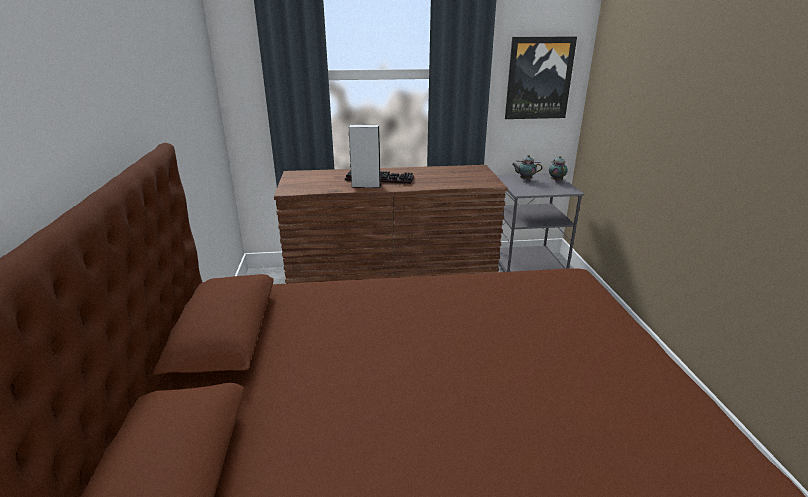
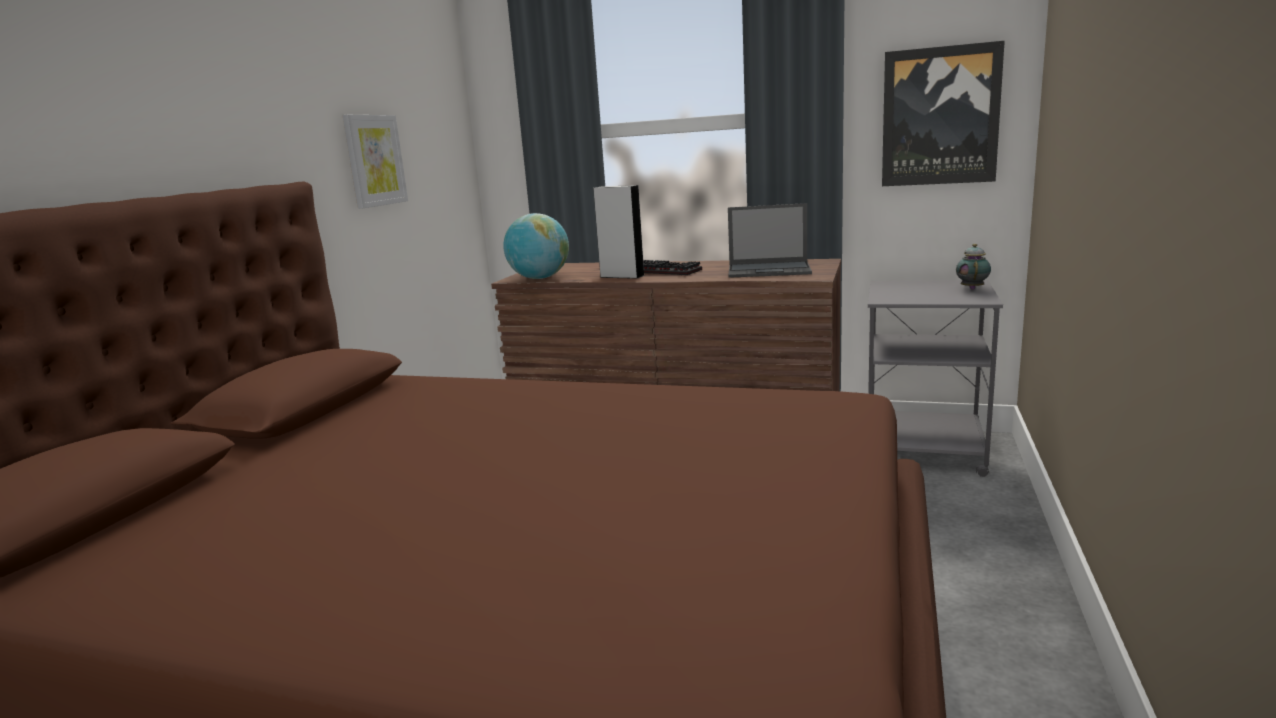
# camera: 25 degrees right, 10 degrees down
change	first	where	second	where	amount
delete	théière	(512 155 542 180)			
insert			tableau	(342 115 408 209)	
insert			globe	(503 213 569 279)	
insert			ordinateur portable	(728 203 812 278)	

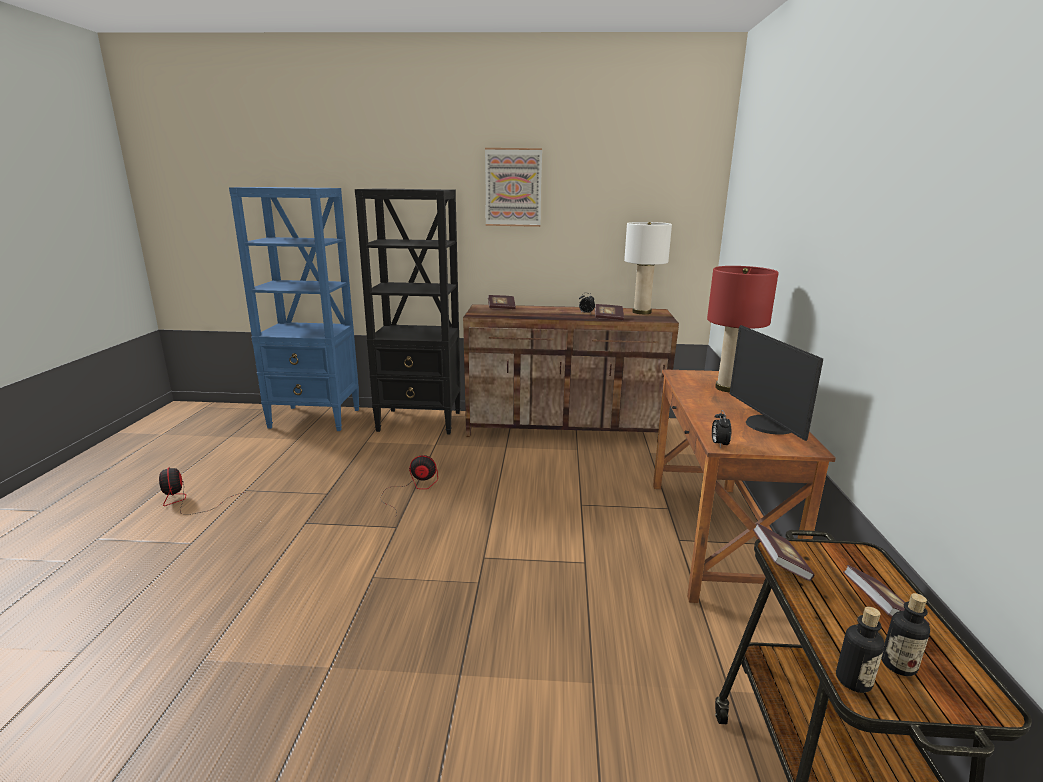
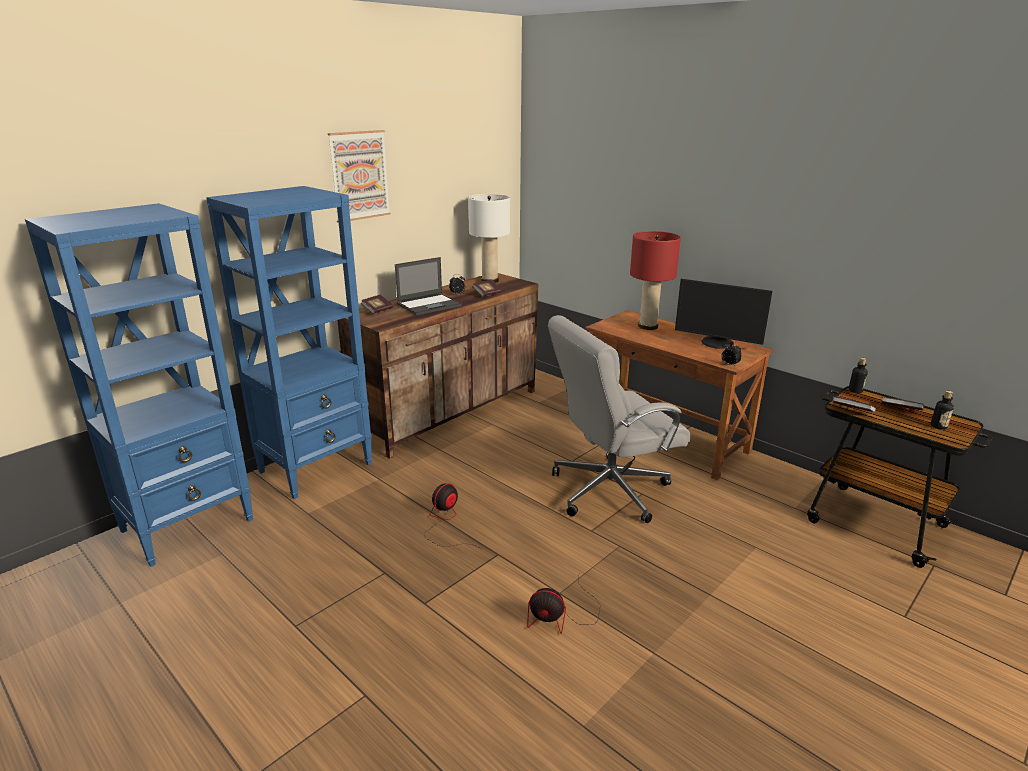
# camera: 50 degrees left, 5 degrees up
change	first	where	second	where	amount
insert			ordinateur portable	(395 257 462 315)	
insert			chaise de bureau [gris]	(548 315 691 523)	
move	ventilateur	(159 467 247 515)		(527 576 600 634)	
move	bouteille	(836 606 885 693)		(848 358 868 393)	
recolor	bibliothèque [noir]	(355 188 461 434)	bibliothèque [bleu]	(206 186 372 499)	

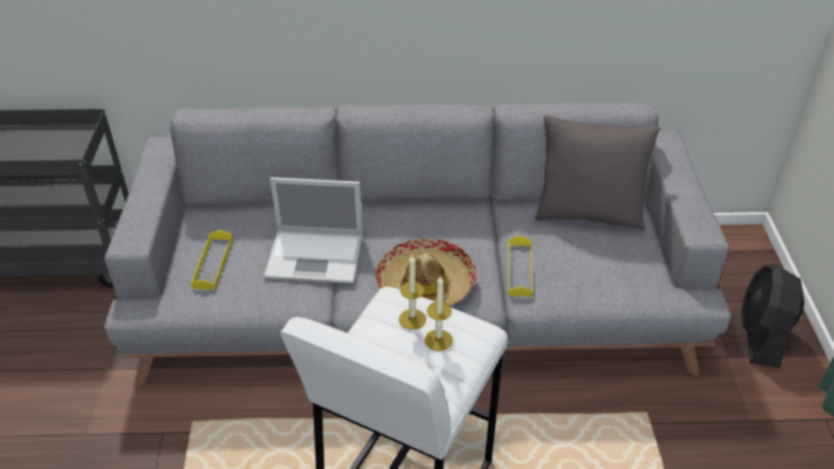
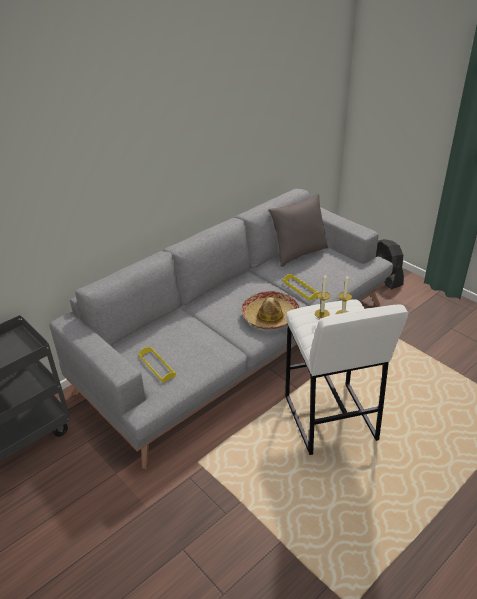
# camera: 40 degrees left, 5 degrees down
change	first	where	second	where	amount
delete	ordinateur portable	(264 177 363 284)			

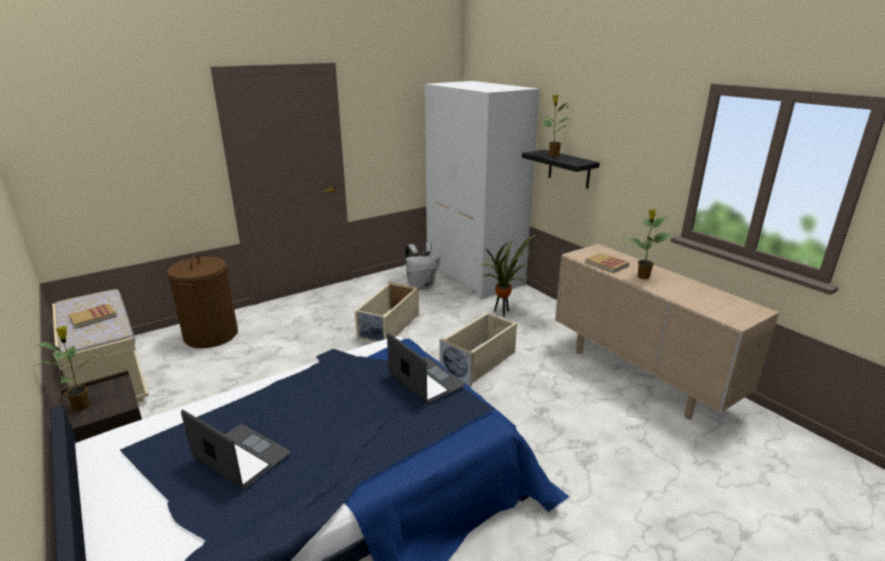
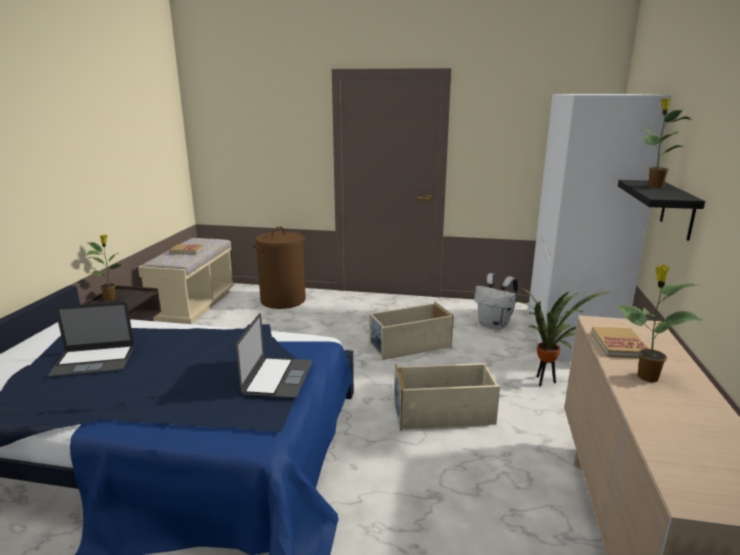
# camera: 45 degrees right, 5 degrees down
change	first	where	second	where	amount
rotate	ordinateur portable	(181 409 290 488)		(48 302 134 377)	90 degrees clockwise

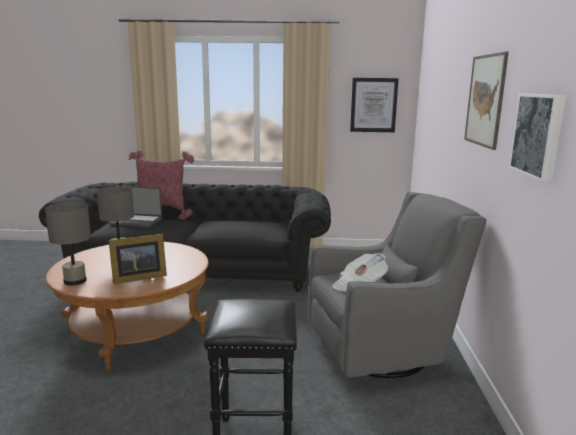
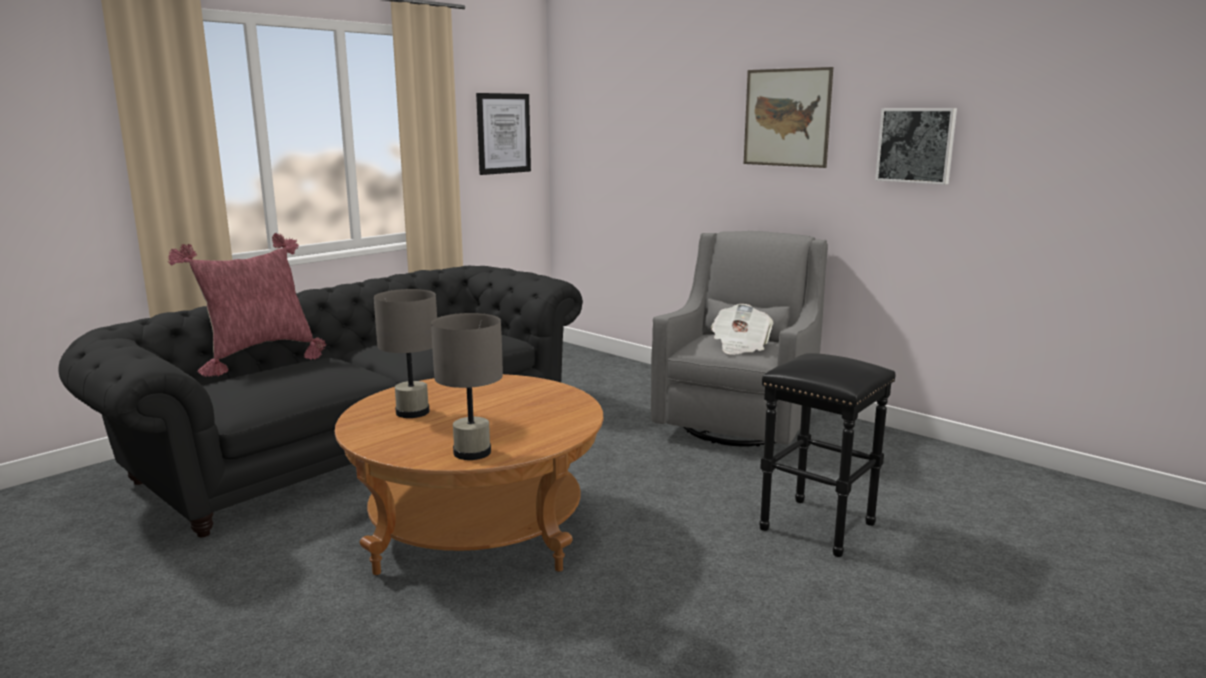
# camera: 50 degrees left, 0 degrees up
change	first	where	second	where	amount
delete	cadre photo	(109 234 167 284)			
delete	ordinateur portable	(110 186 162 227)			

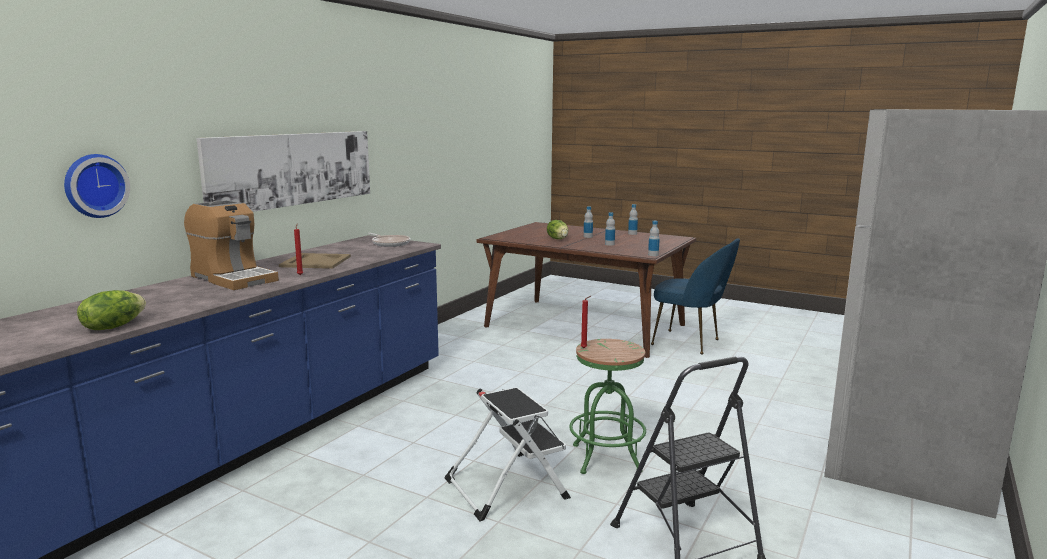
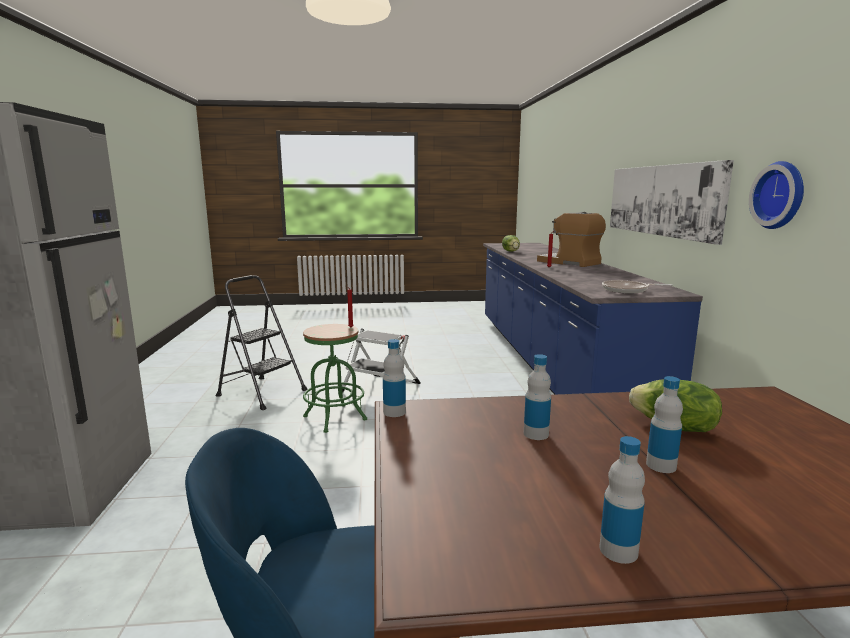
# camera: 145 degrees right, 0 degrees up
change	first	where	second	where	amount
delete	plateau [beige]	(279 253 351 269)			
move	horloge murale	(64 154 130 218)		(749 161 804 229)	
rotate	machine à café	(184 200 279 290)		(537 212 606 267)	45 degrees clockwise

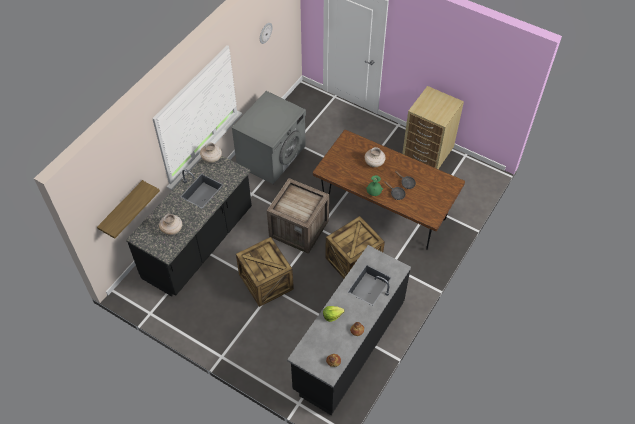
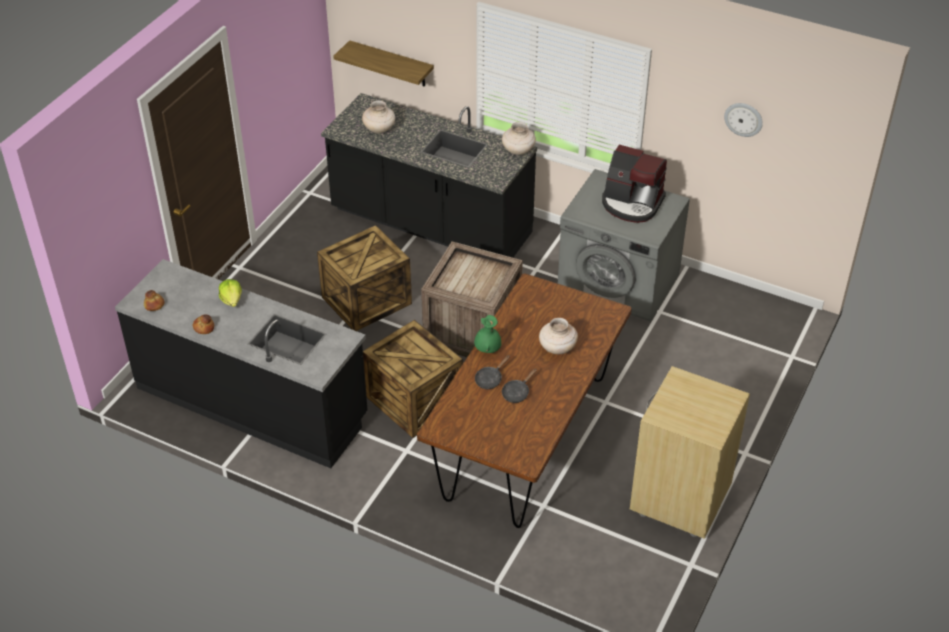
# camera: 85 degrees right, 10 degrees down
change	first	where	second	where	amount
insert			machine à café	(602 145 667 223)	

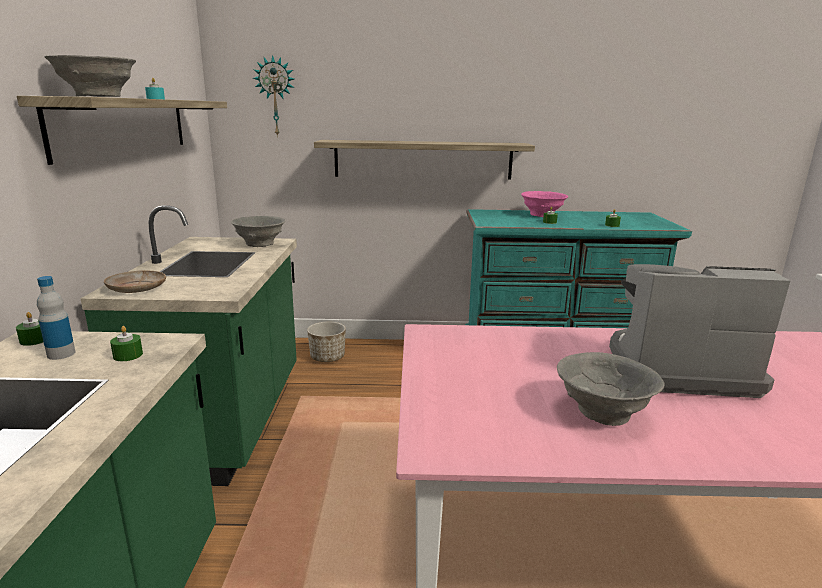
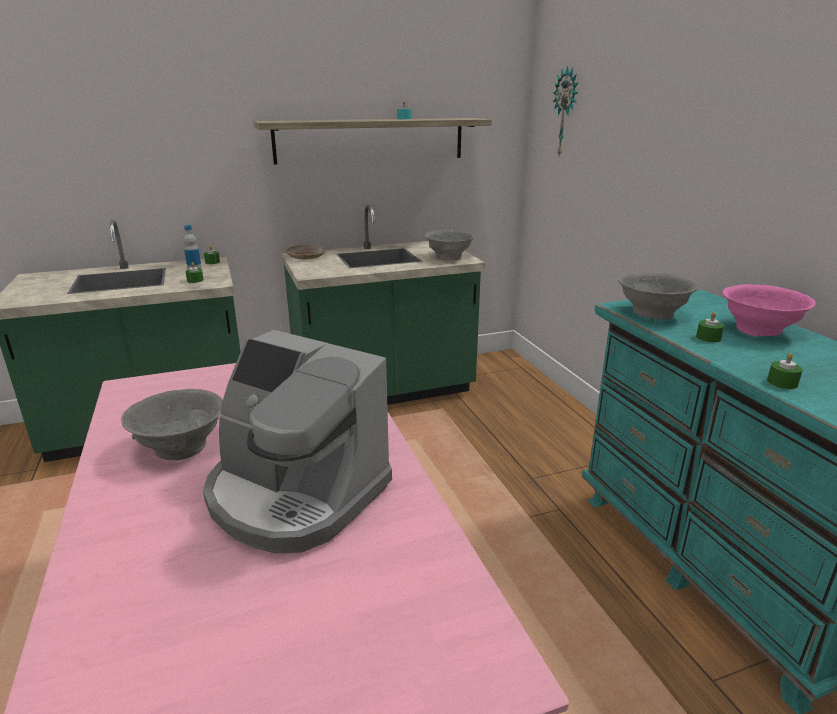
# camera: 70 degrees right, 5 degrees up
change	first	where	second	where	amount
delete	cache-pot	(307 322 346 362)			
delete	étagère	(314 140 535 180)			
move	bol [gris]	(45 55 136 97)		(618 272 700 320)	
rotate	machine à café	(609 264 790 398)		(203 330 392 554)	135 degrees clockwise

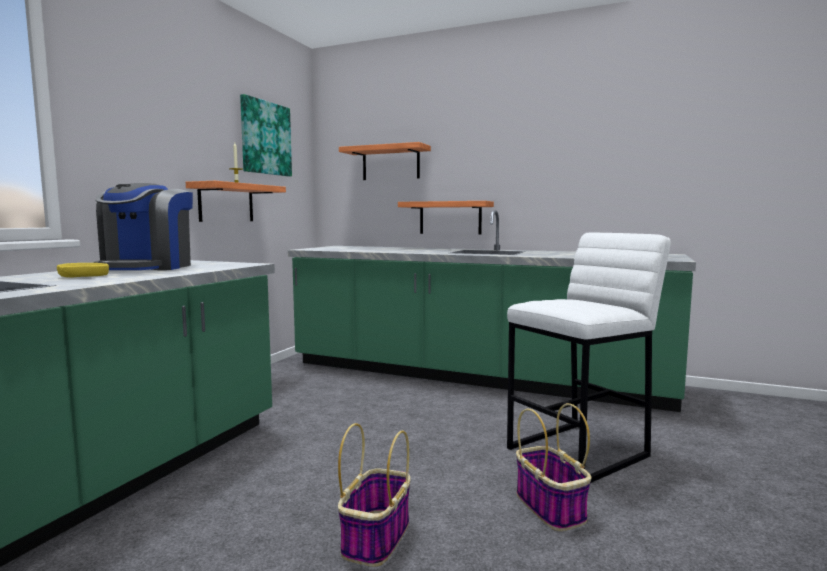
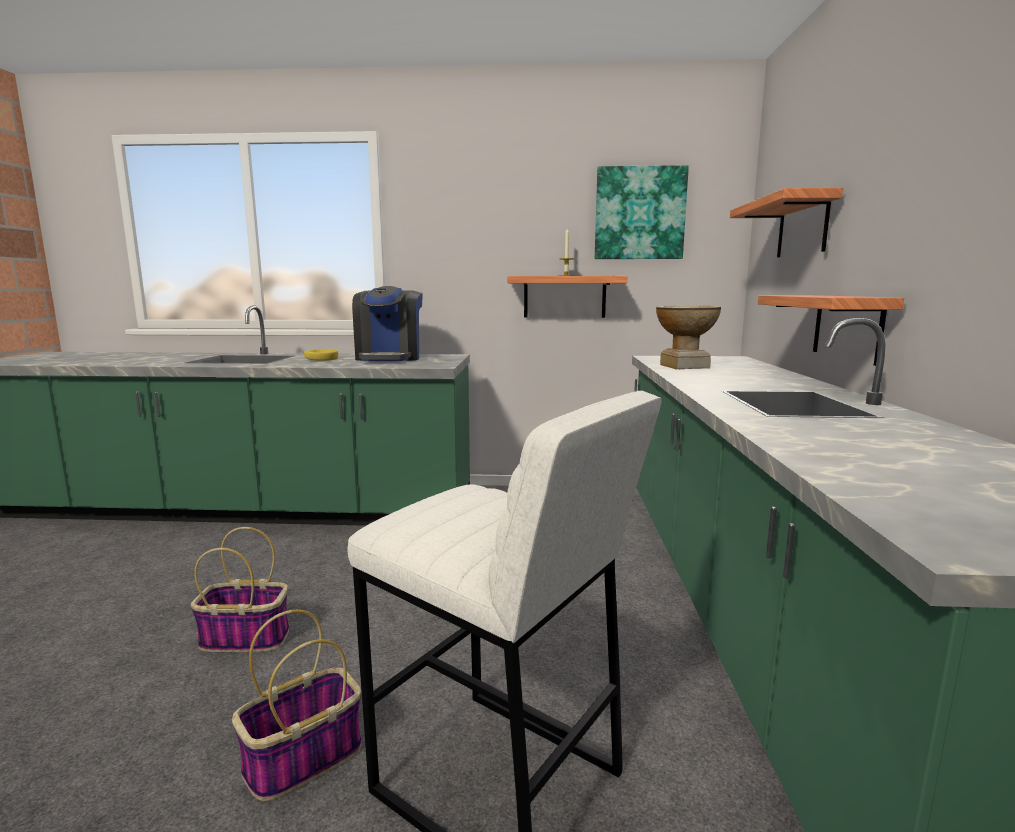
# camera: 70 degrees right, 5 degrees up
change	first	where	second	where	amount
insert			vase	(656 306 721 369)	
rotate	machine à café	(94 183 193 270)		(352 286 423 361)	75 degrees counterclockwise

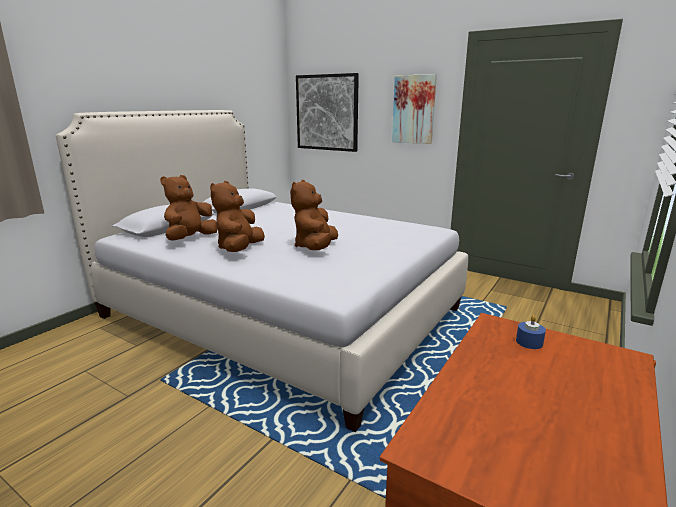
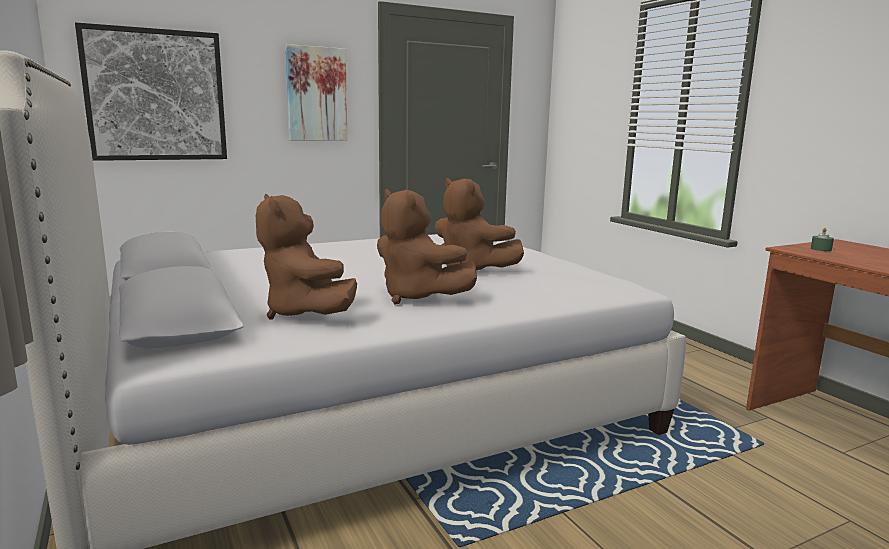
# camera: 60 degrees left, 5 degrees down
change	first	where	second	where	amount
recolor	bougie [bleu]	(516 315 546 349)	bougie [vert]	(811 228 834 251)	

